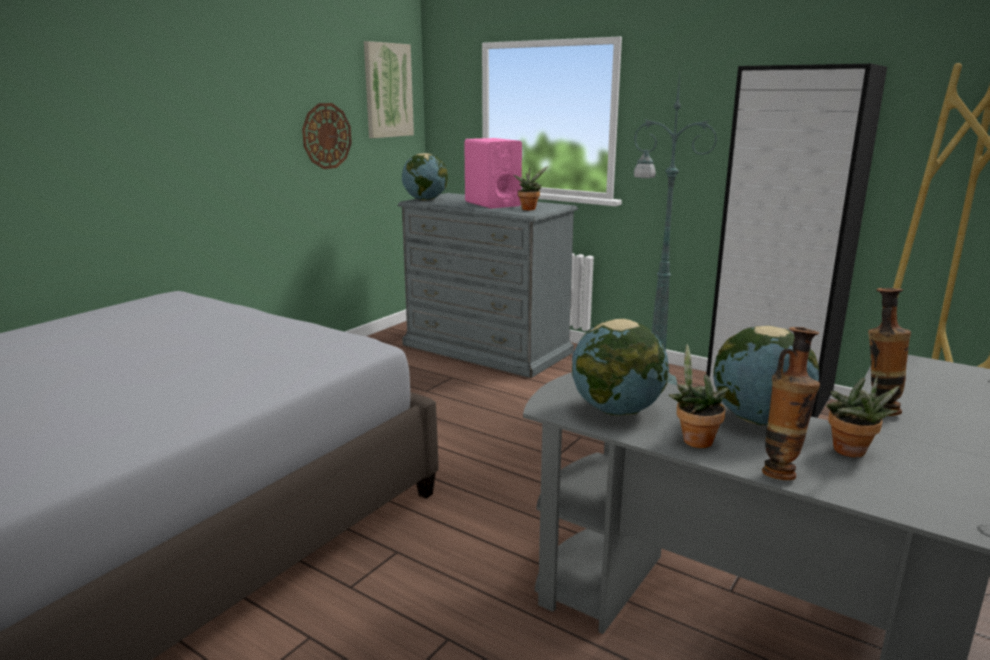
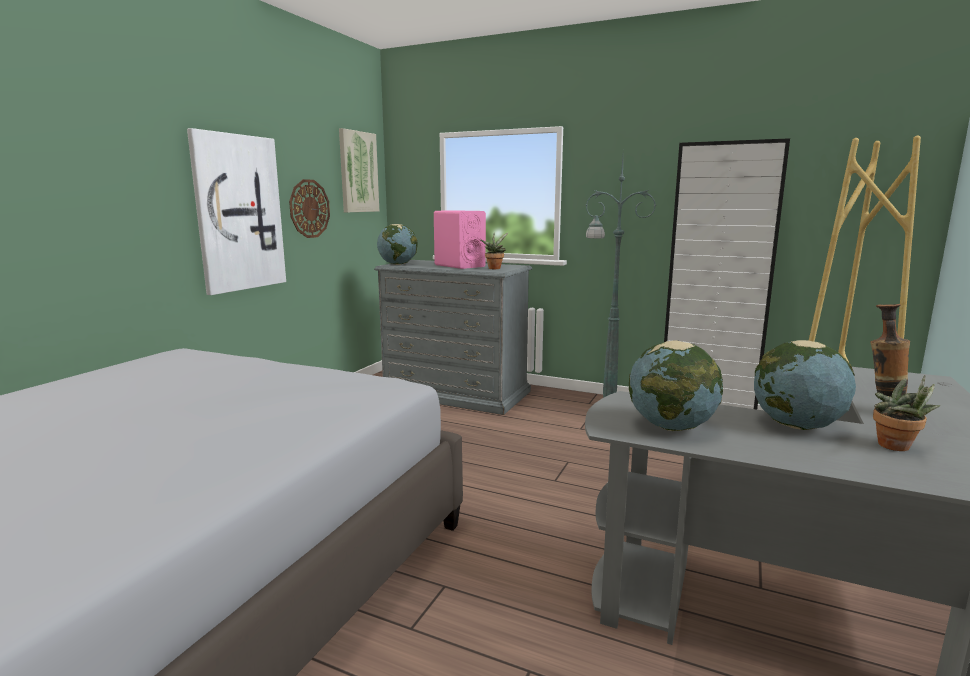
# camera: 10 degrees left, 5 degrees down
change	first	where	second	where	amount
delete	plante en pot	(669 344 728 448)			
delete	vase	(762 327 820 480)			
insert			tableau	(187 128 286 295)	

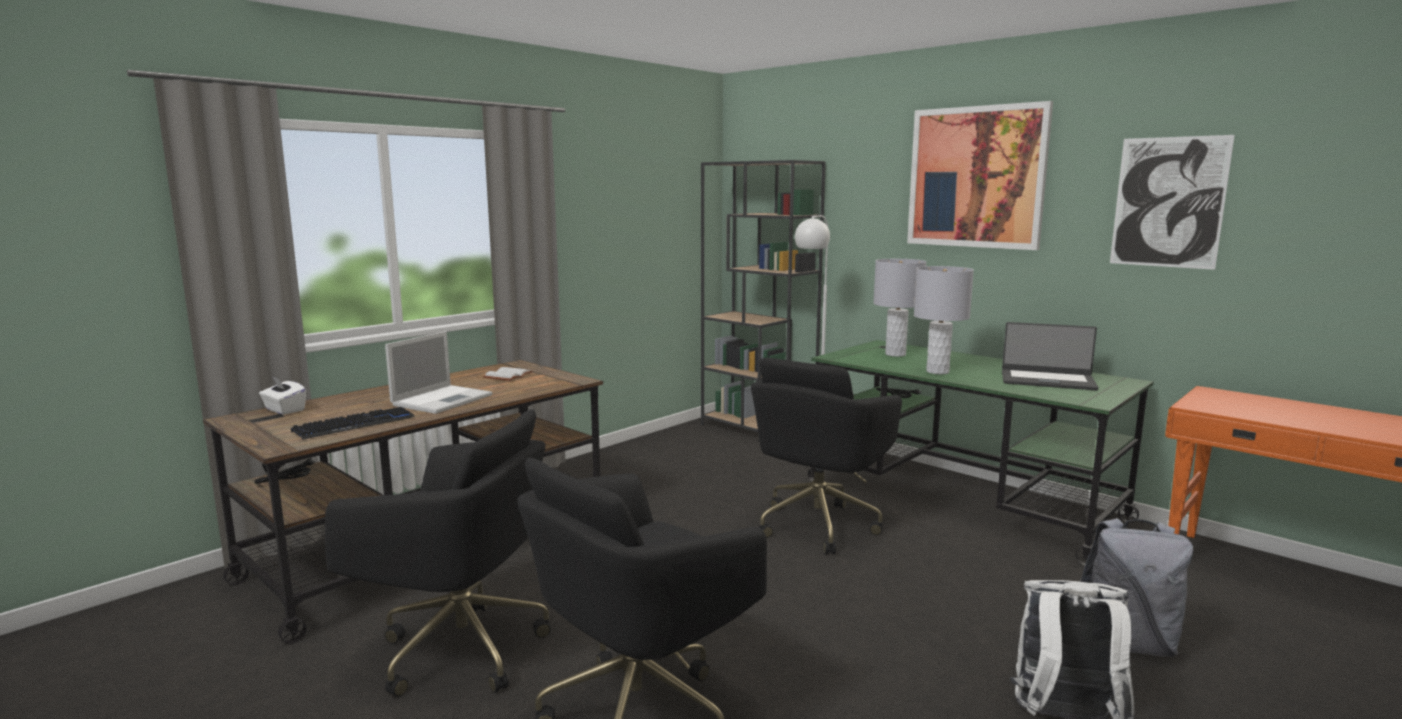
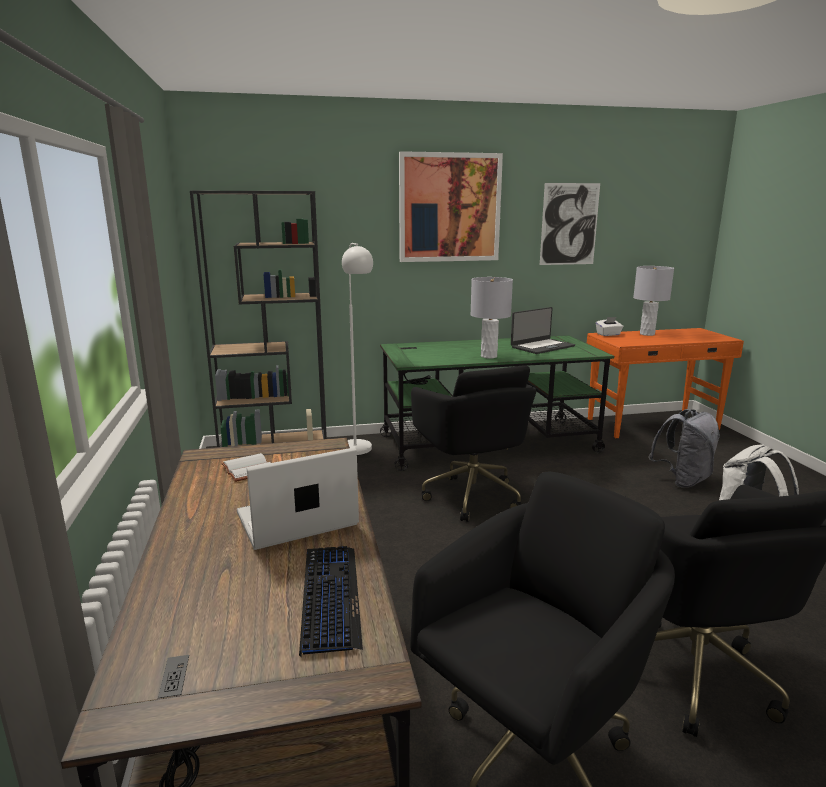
# camera: 55 degrees left, 5 degrees up
change	first	where	second	where	amount
move	boîte à mouchoirs [blanc]	(259 376 306 415)		(596 317 623 336)	
move	lampe de table [gris]	(873 259 926 357)		(633 266 674 336)	
rotate	ordinateur portable	(385 331 492 414)		(237 447 359 550)	90 degrees counterclockwise

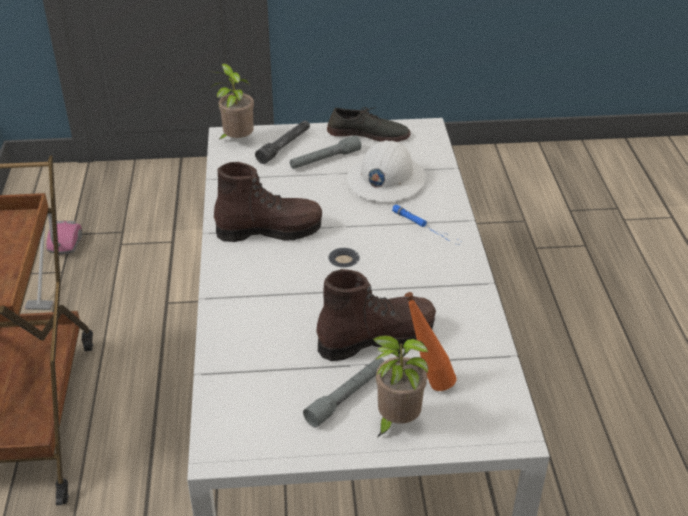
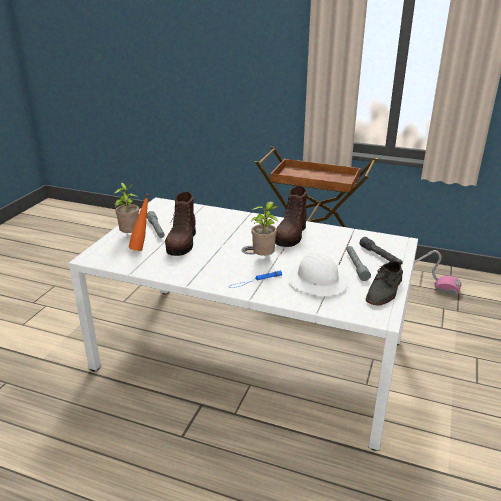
# camera: 115 degrees right, 10 degrees down
change	first	where	second	where	amount
move	plante en pot	(208 64 254 141)		(251 201 278 256)	

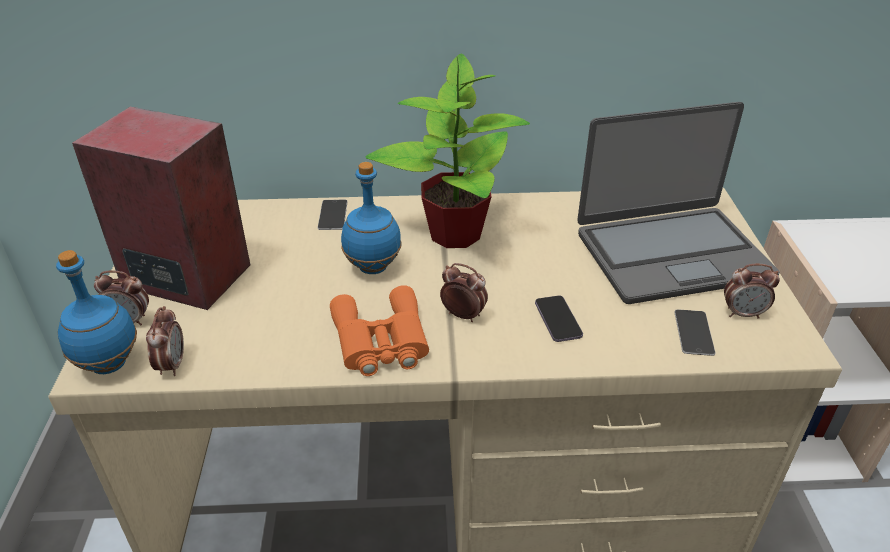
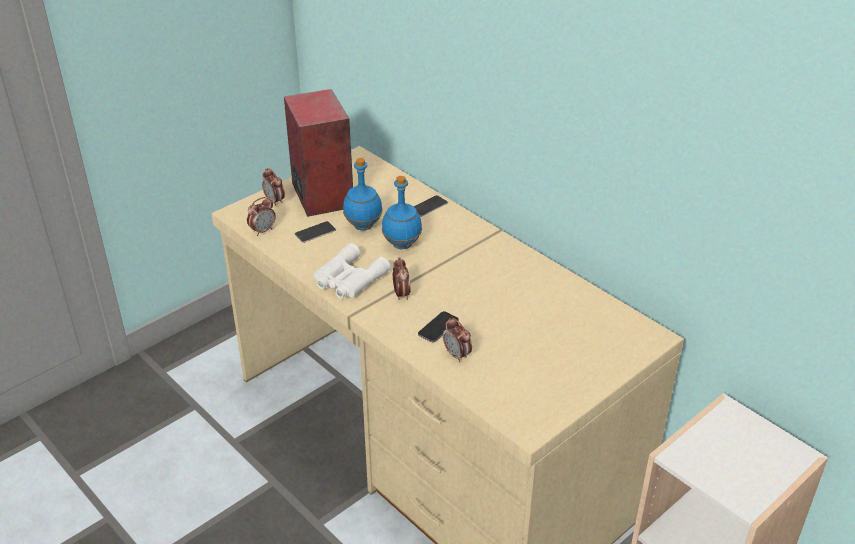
# camera: 50 degrees right, 0 degrees up
change	first	where	second	where	amount
delete	plante en pot	(366 53 530 248)			
delete	ordinateur portable	(577 102 780 304)			
move	bouteille [bleu]	(56 250 137 374)		(343 158 382 230)	
move	téléphone	(674 309 716 356)		(294 221 336 243)	
move	réveil	(724 264 780 319)		(443 318 472 362)	
recolor	jumelles [orange]	(330 285 429 376)	jumelles [blanc]	(314 243 391 298)	

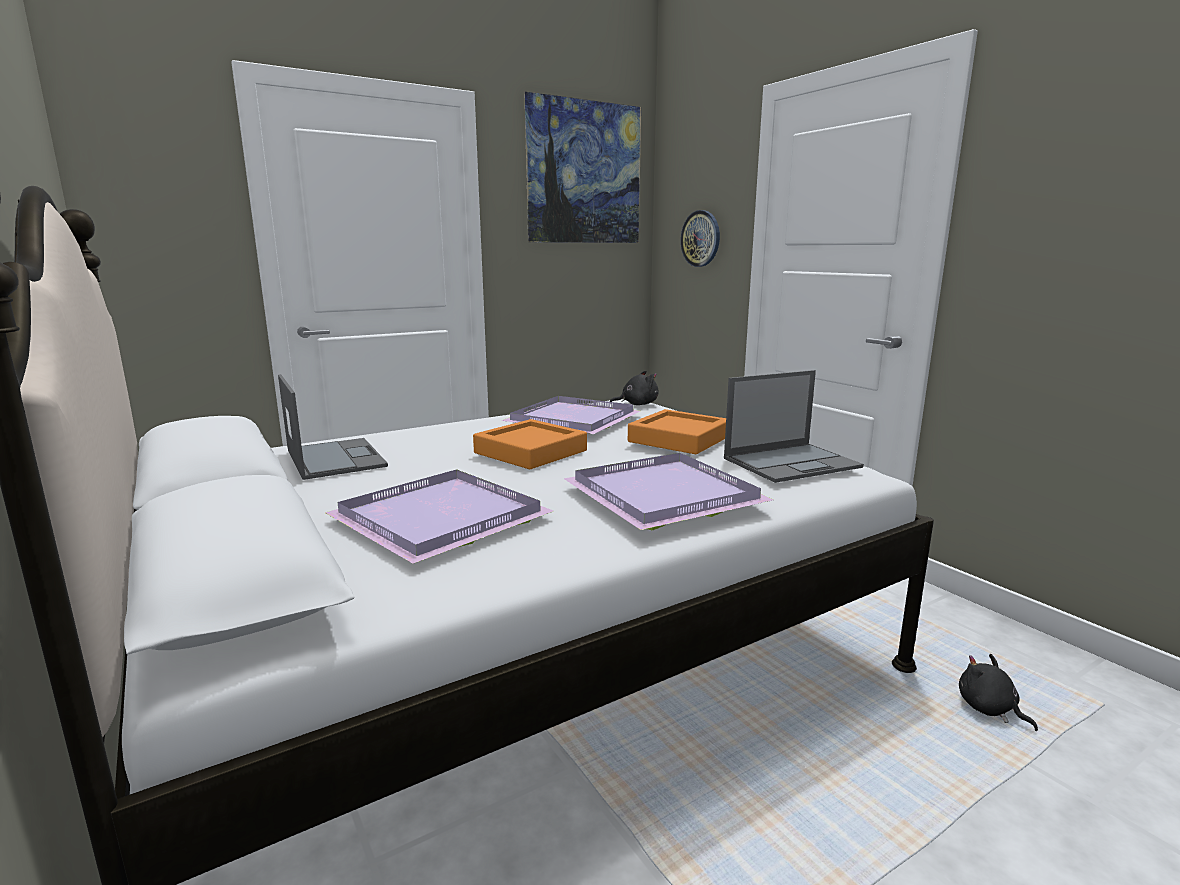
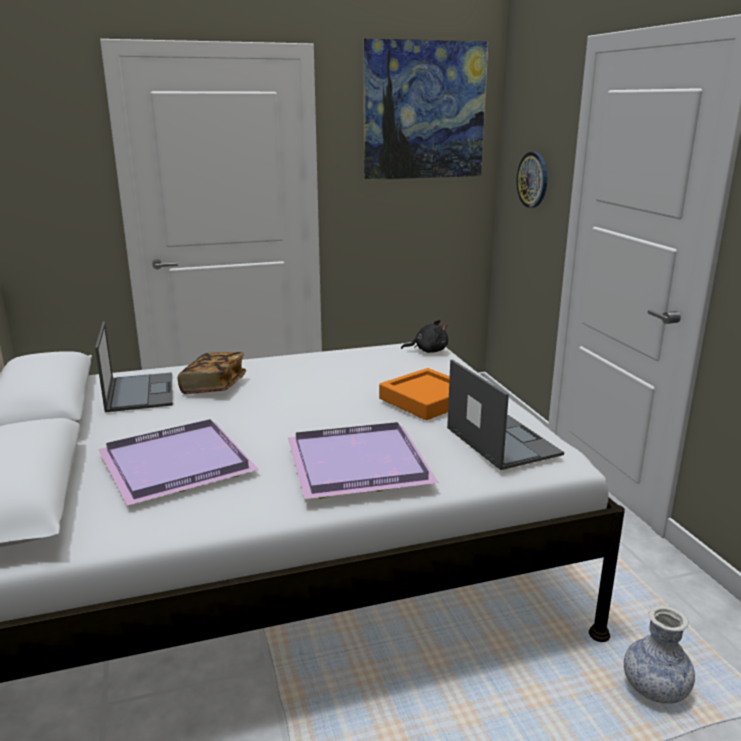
# camera: 15 degrees right, 5 degrees up
change	first	where	second	where	amount
delete	plateau [orange]	(473 419 587 469)			
delete	plateau [violet]	(501 396 640 434)			
insert			livre	(178 352 246 394)	
replace	peluche [noir]	(959 654 1038 731)	vase	(624 606 695 704)	
rotate	ordinateur portable	(724 370 864 483)		(447 359 564 470)	105 degrees counterclockwise

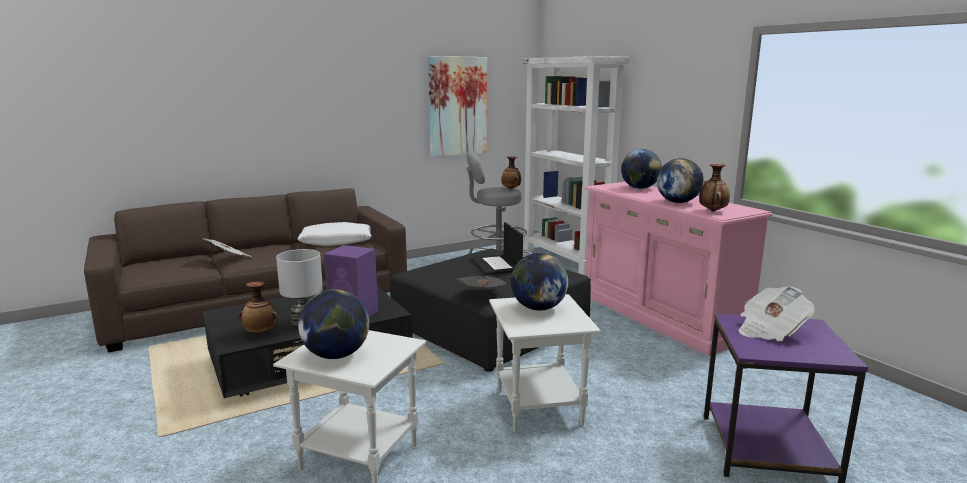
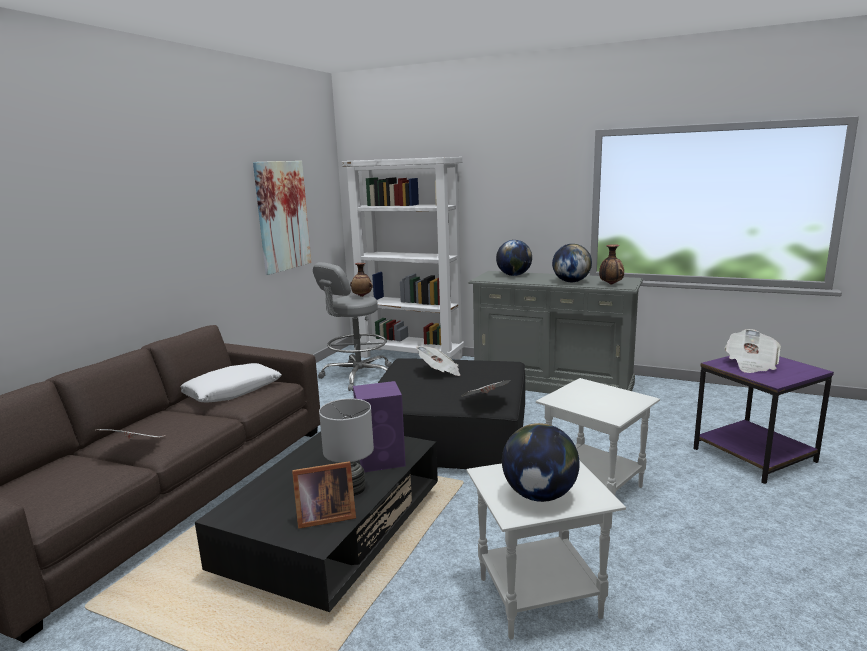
# camera: 35 degrees left, 0 degrees up
change	first	where	second	where	amount
delete	globe	(511 253 568 311)			
replace	vase	(239 281 278 334)	cadre photo	(292 461 356 529)	
replace	ordinateur portable	(471 222 523 275)	journal	(416 346 460 376)	
recolor	meuble de rangement [rose]	(584 182 773 356)	meuble de rangement [gris]	(468 271 643 394)	

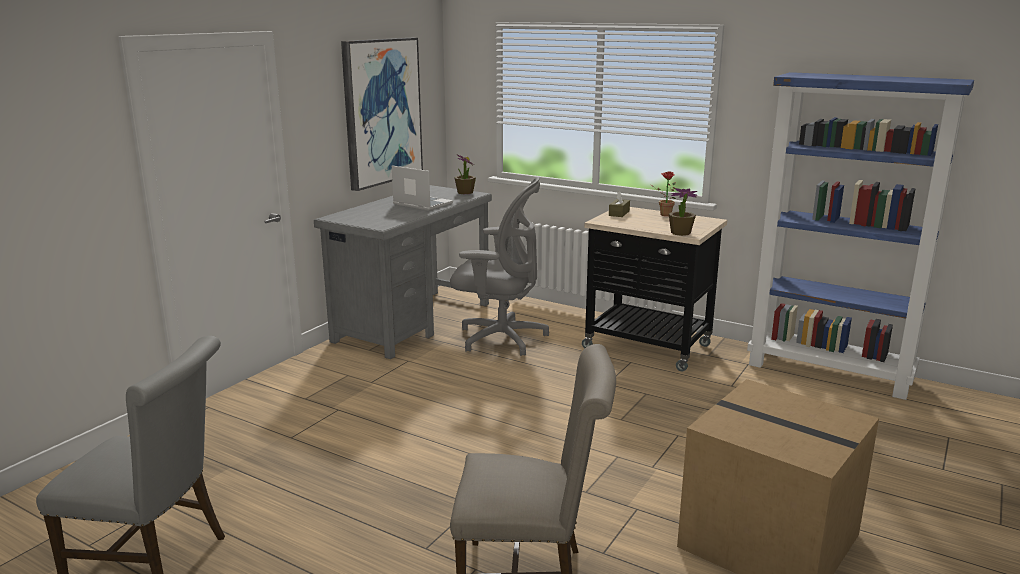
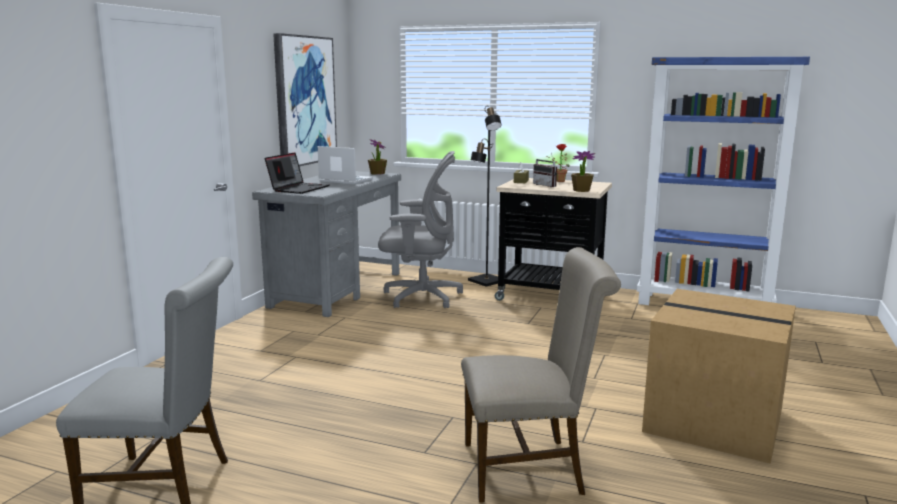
# camera: 10 degrees left, 5 degrees down
change	first	where	second	where	amount
insert			ordinateur portable	(265 153 329 194)	
insert			lampadaire [noir]	(468 106 502 287)	
insert			radio	(533 153 557 187)	

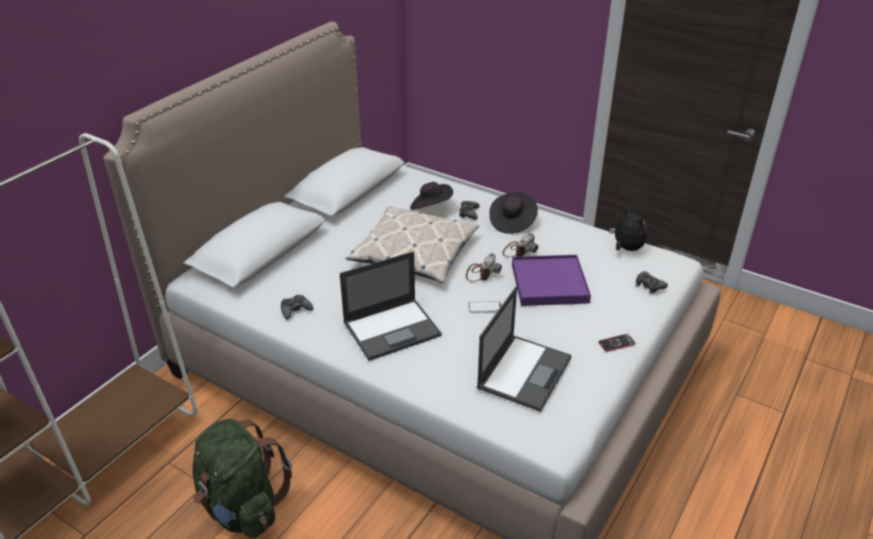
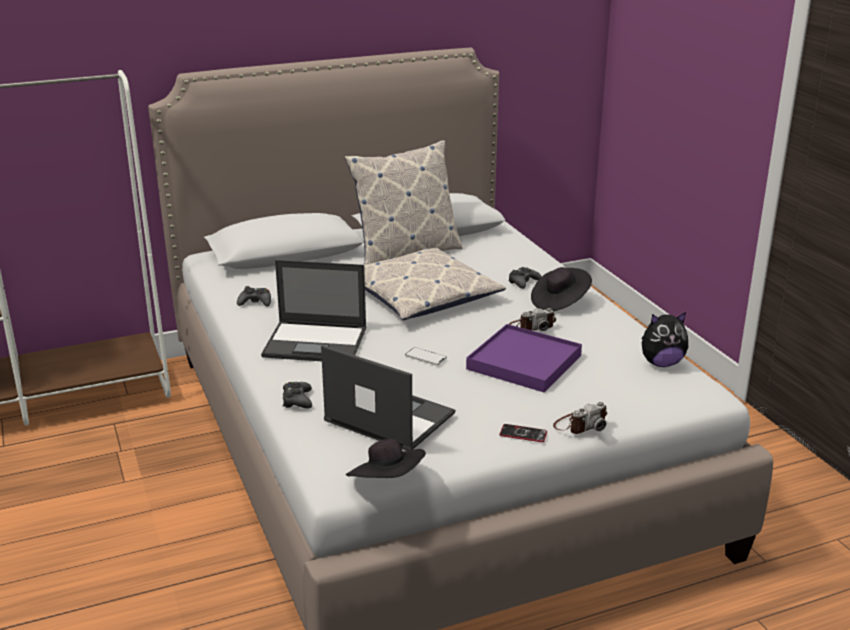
# camera: 35 degrees right, 10 degrees down
change	first	where	second	where	amount
delete	sac à dos [vert]	(193 419 292 539)			
insert			coussin	(345 140 463 265)	
move	chapeau [noir]	(410 182 453 210)		(346 439 426 478)	
move	appareil photo	(466 253 502 282)		(553 402 607 434)	
move	manette [noir]	(636 271 668 294)		(283 382 312 408)	
rotate	ordinateur portable	(477 286 572 412)		(321 345 456 451)	120 degrees counterclockwise
rotate	peluche	(609 206 647 251)		(642 312 688 367)	75 degrees clockwise

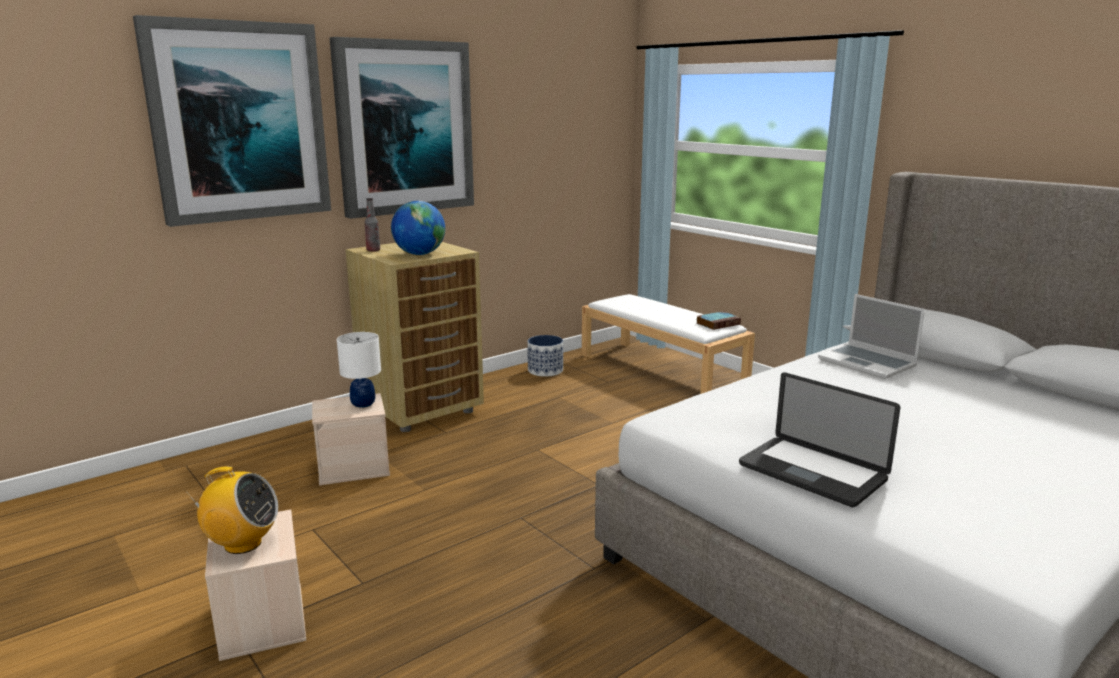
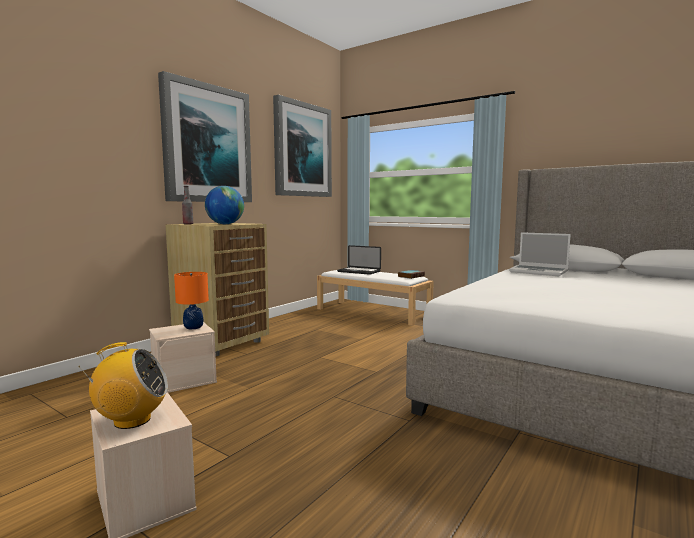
# camera: 15 degrees left, 10 degrees down
change	first	where	second	where	amount
delete	cache-pot	(527 335 563 377)			
move	tableau	(133 15 331 227)		(273 95 332 197)	
move	ordinateur portable	(739 372 900 507)		(337 245 381 275)	
recolor	lampe de table [blanc]	(337 332 381 408)	lampe de table [orange]	(174 272 209 330)	

